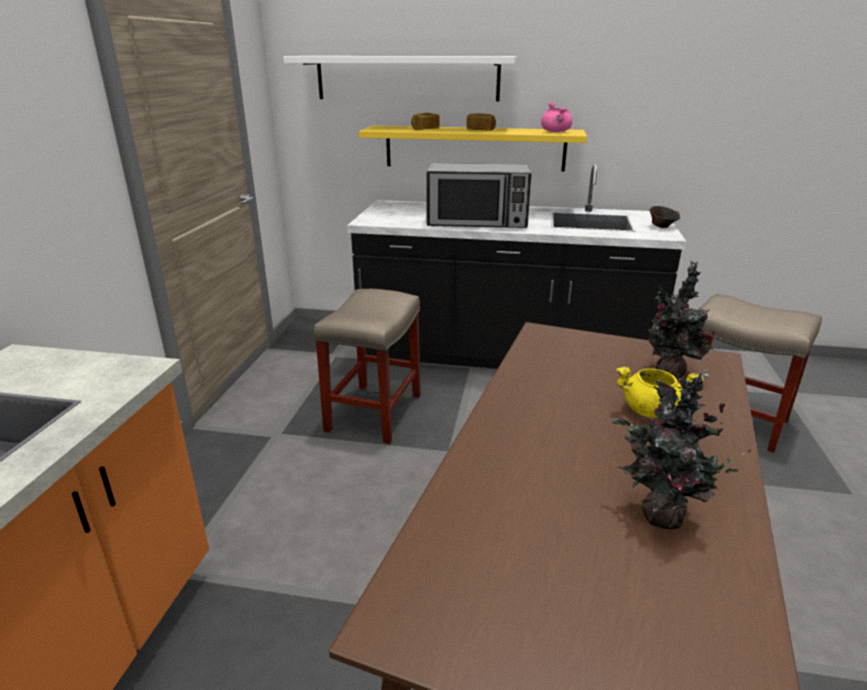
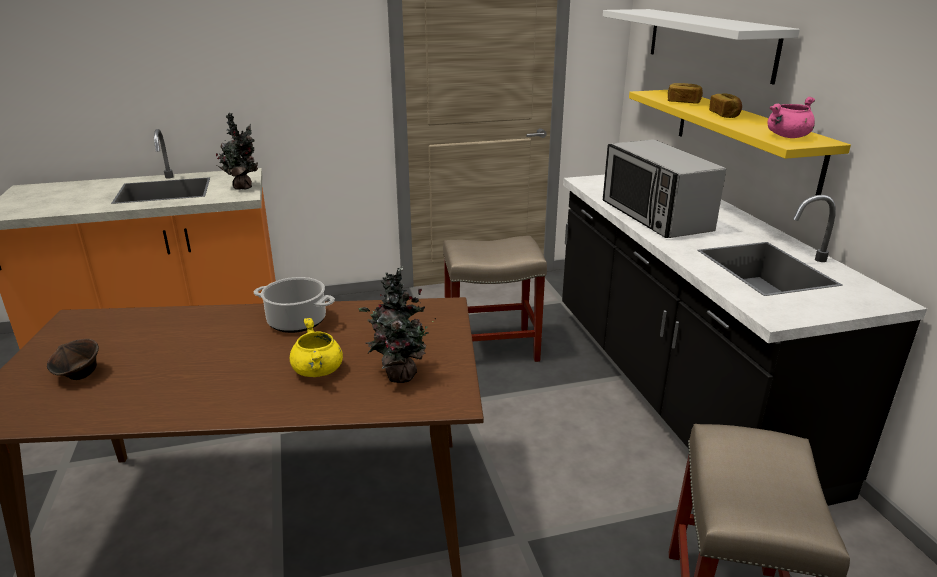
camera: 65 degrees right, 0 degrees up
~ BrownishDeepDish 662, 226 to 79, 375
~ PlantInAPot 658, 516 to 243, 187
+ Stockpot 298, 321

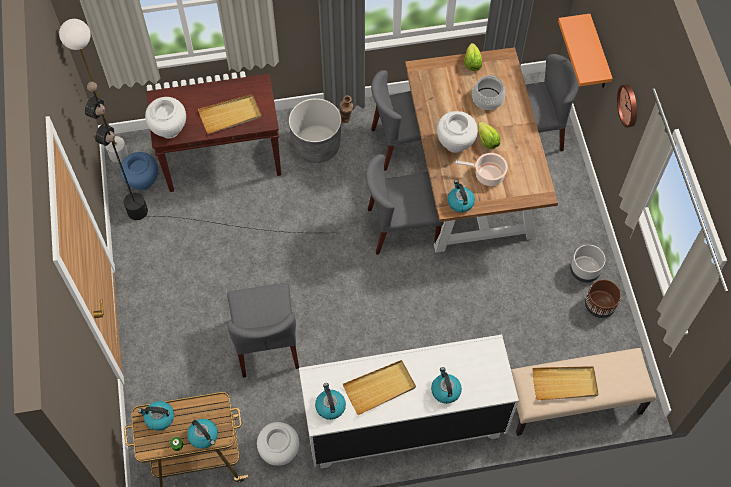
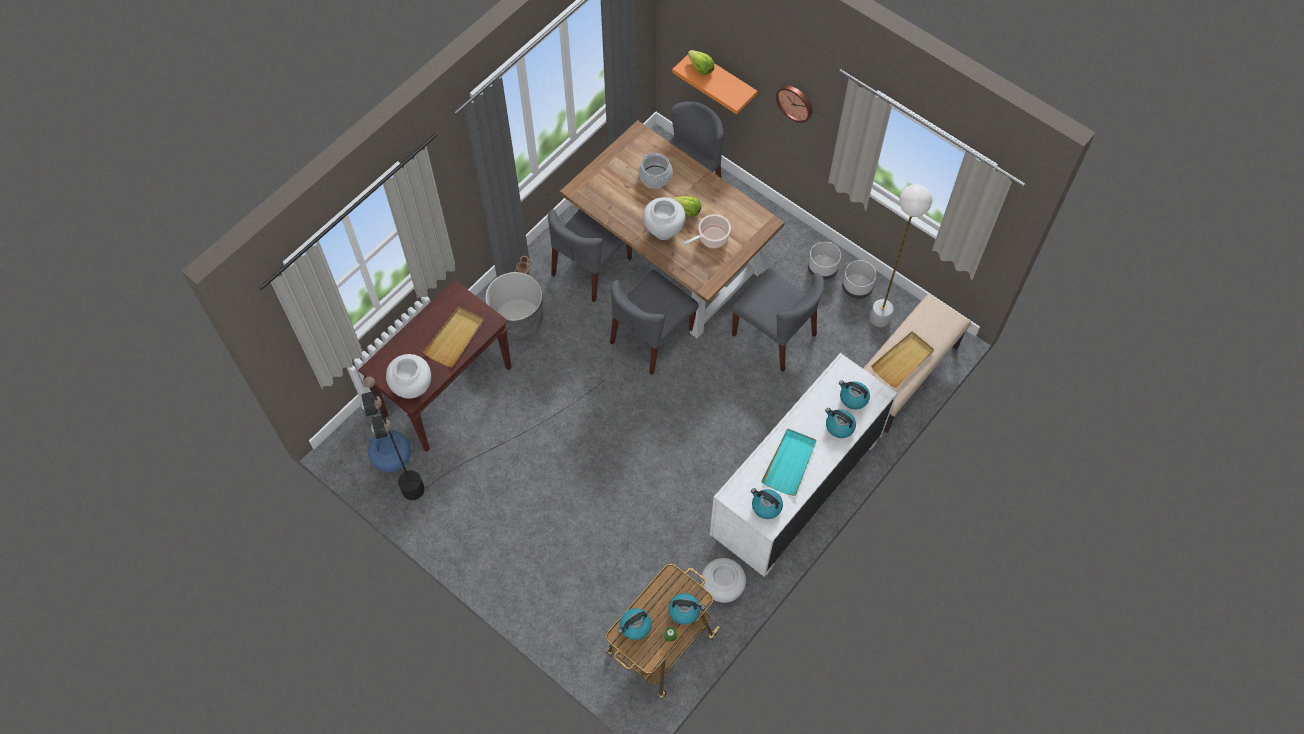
camera: 40 degrees left, 0 degrees up
~ Lettuce 472, 63 to 700, 68
~ GreyUprightChair 266, 343 to 774, 335
~ BeigeServingTray 380, 388 to BlueGreenServingTray 789, 463
~ TeaKettle 460, 202 to 853, 398
~ BrownishPlanter 599, 306 to GreyPlanter 857, 288
~ WhitishStandardLamp 118, 155 to 880, 318

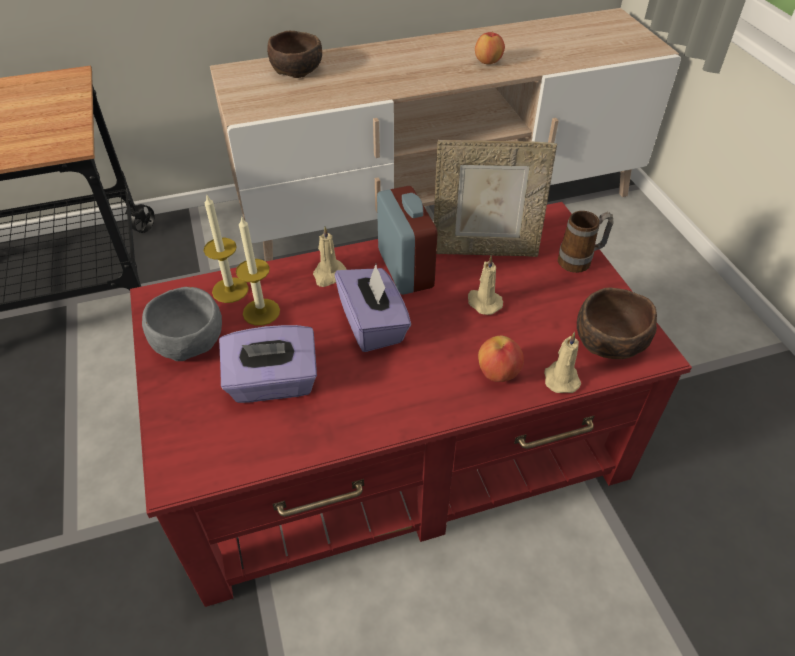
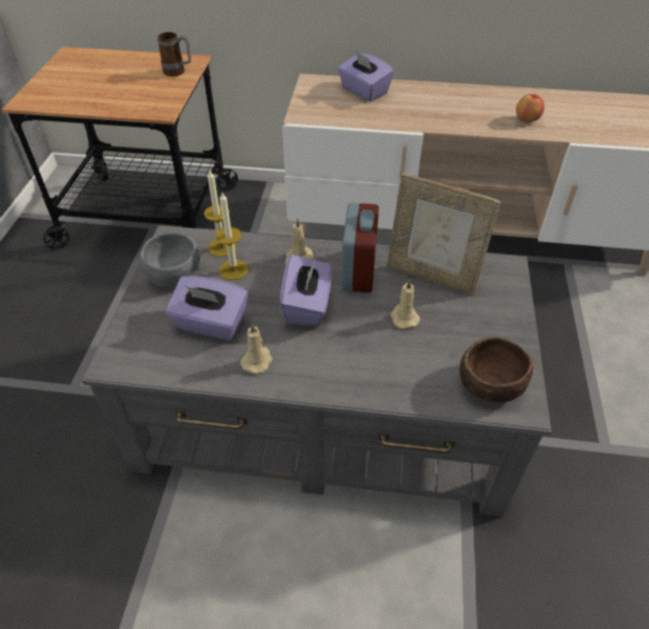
camera: 25 degrees right, 0 degrees up
~ RedLowTable 398, 443 to GreyLowTable 326, 411
~ Mug 580, 261 to 178, 72
~ BeigeCandle 560, 378 to 257, 360
~ BrownishDeepDish 298, 69 to PurpleTissueBox 363, 91
- WholeApple 498, 373

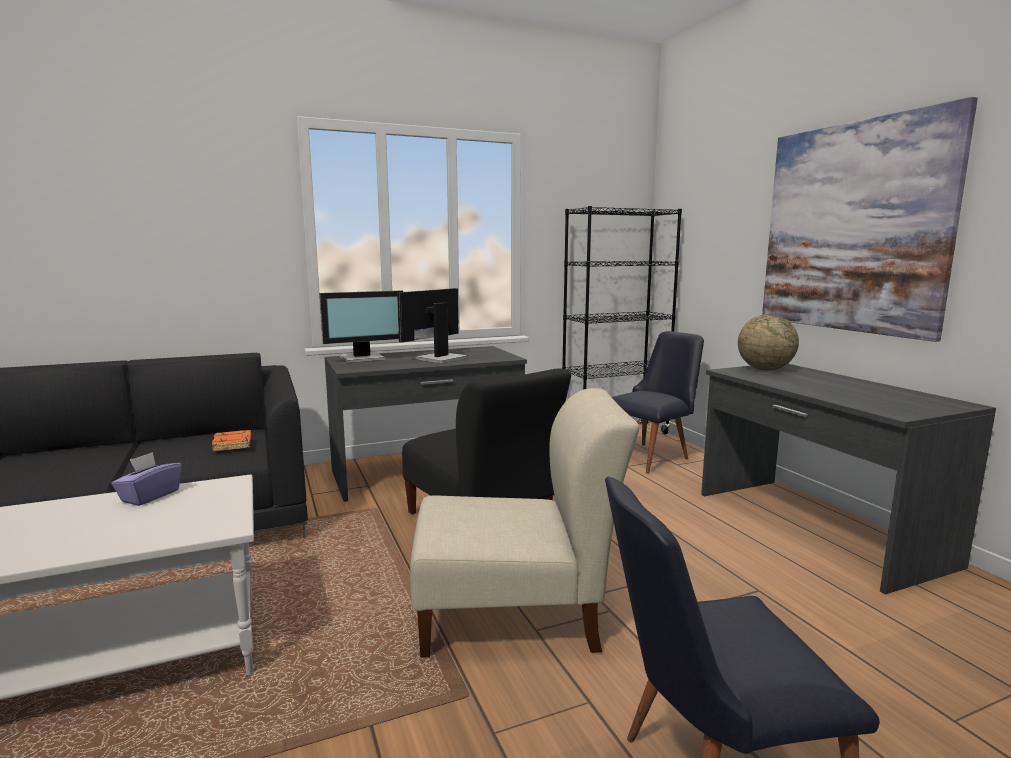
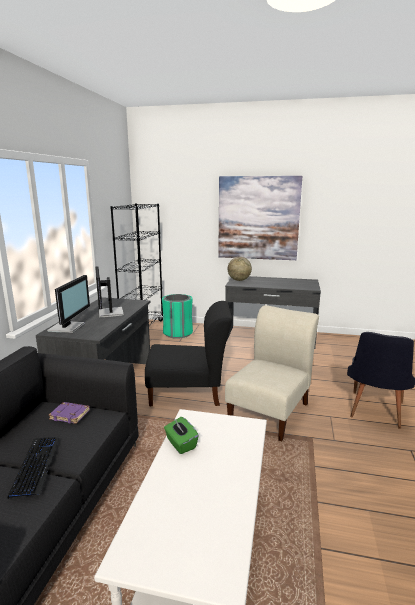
camera: 55 degrees left, 5 degrees up
+ ComputerKeyboard 36, 466
~ OrangeyBoundBook 233, 444 to PurpleBoundBook 70, 414
~ BlackUprightChair 651, 456 to GreenishWasteBin 178, 333
~ PurpleTissueBox 150, 496 to GreenishTissueBox 180, 444

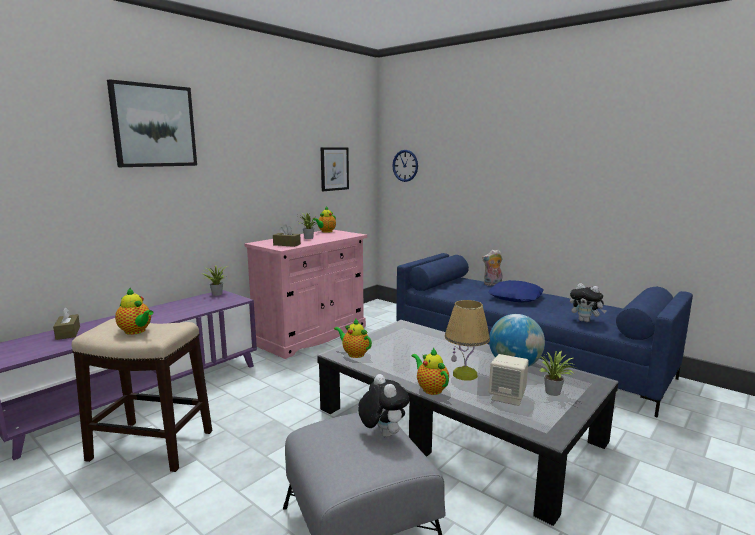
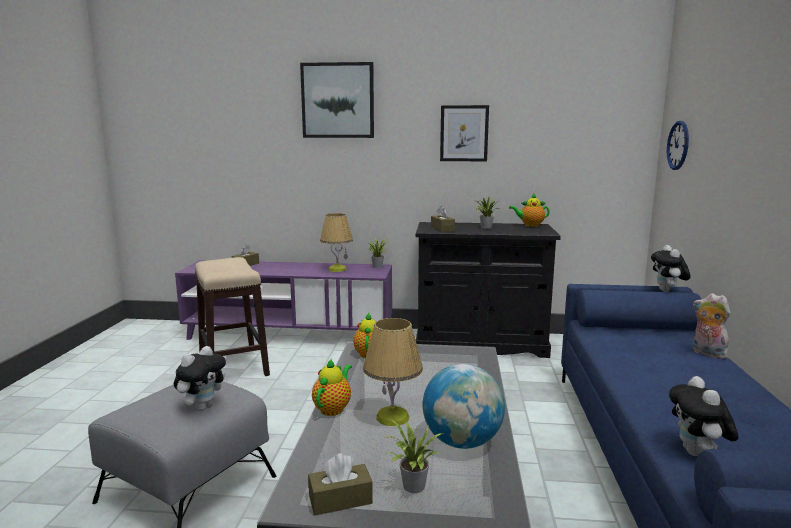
camera: 55 degrees right, 0 degrees up
+ BrownishTissueBox 340, 499
+ LampForATable 337, 269
~ PinkCupboard 311, 335 to BlackCupboard 480, 343
~ WallArt 334, 169 to 464, 133
+ CuddlyToy 667, 291
- Teapot 136, 331
- BluePillow 516, 297
- BeigeSpeaker 507, 397

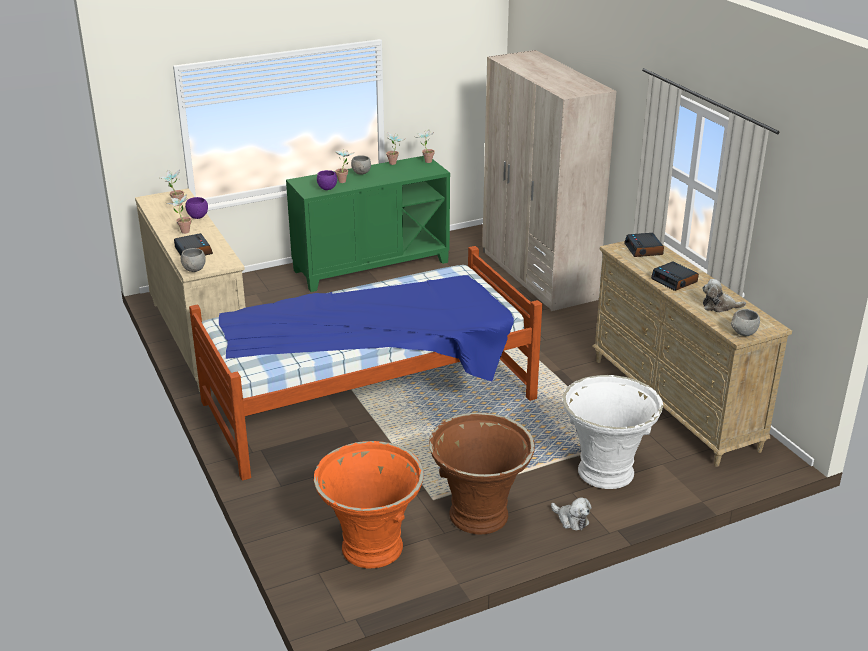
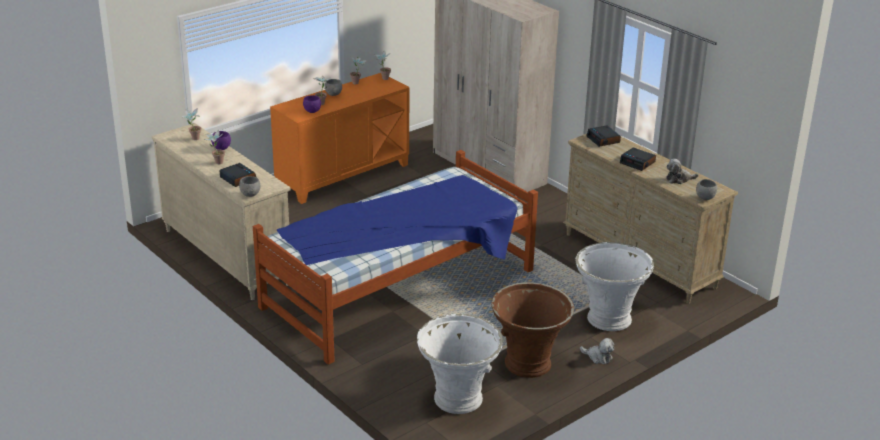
camera: 15 degrees left, 0 degrees up
~ GreenishCupboard 371, 266 to OrangeyCupboard 342, 175
~ OrangeyPlanter 371, 549 to WhitishPlanter 457, 400

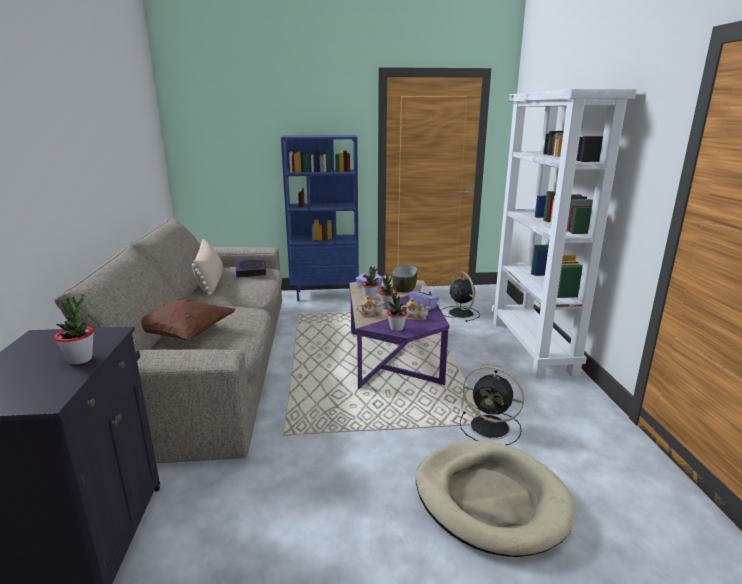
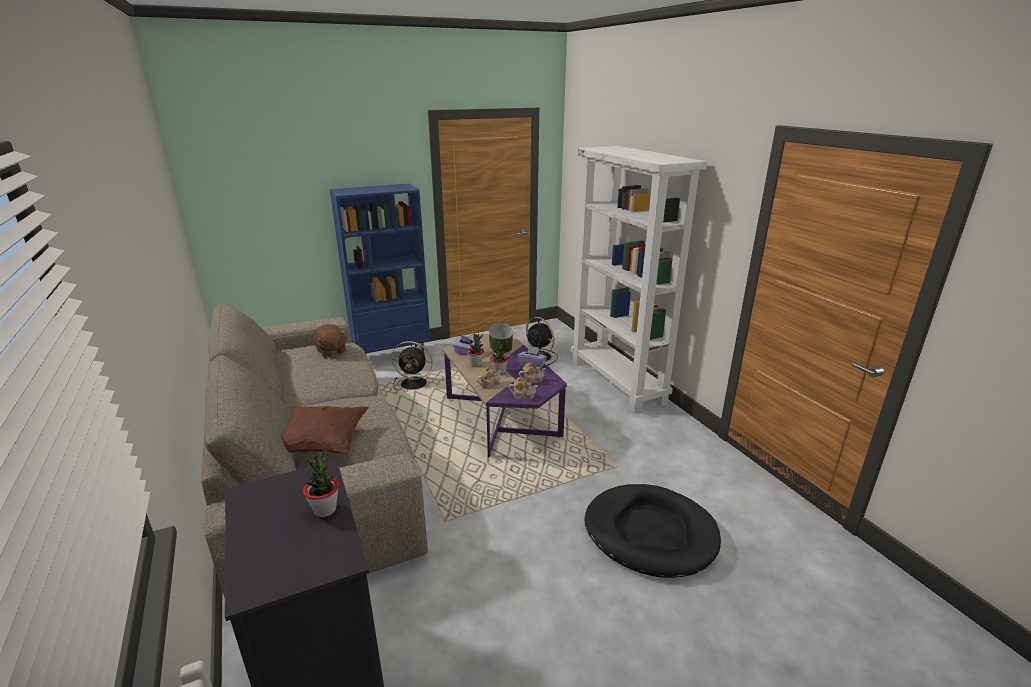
camera: 20 degrees left, 5 degrees up
~ BoundBook 250, 271 to BrownishCuddlyToy 331, 351
~ BlackFan 491, 427 to 415, 384
~ PlantInAPot 396, 328 to Teapot 523, 395
~ BeigeDogCushion 490, 499 to BlackDogCushion 650, 533
- BeigePillow 210, 282

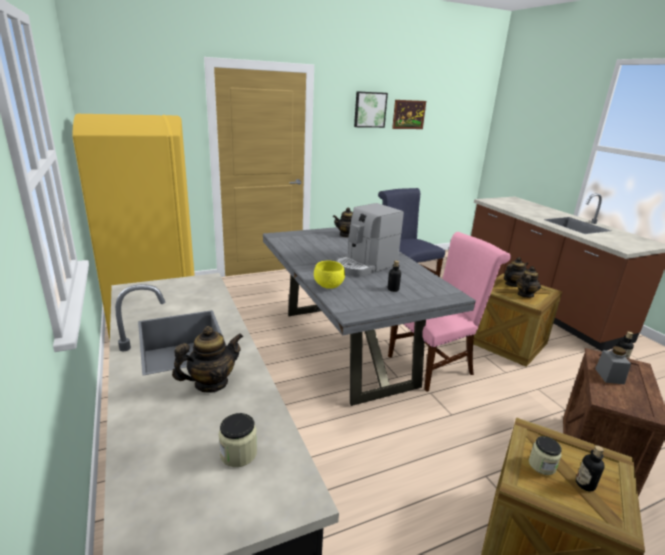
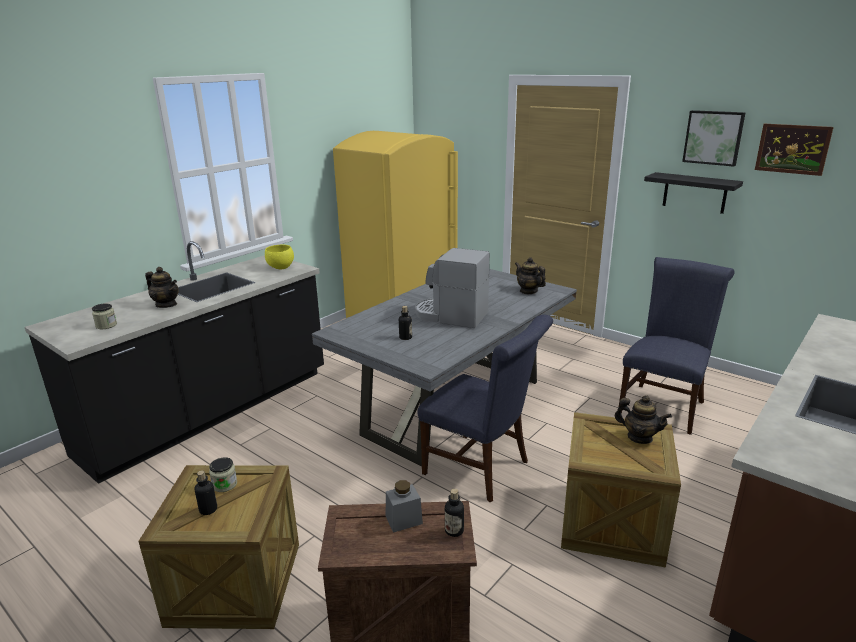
camera: 65 degrees right, 0 degrees up
~ YellowDeepDish 329, 286 to 281, 268
~ PinkUprightChair 434, 364 to BlueUprightChair 482, 469
+ BlackWallShelf 694, 193
- Teapot 525, 295

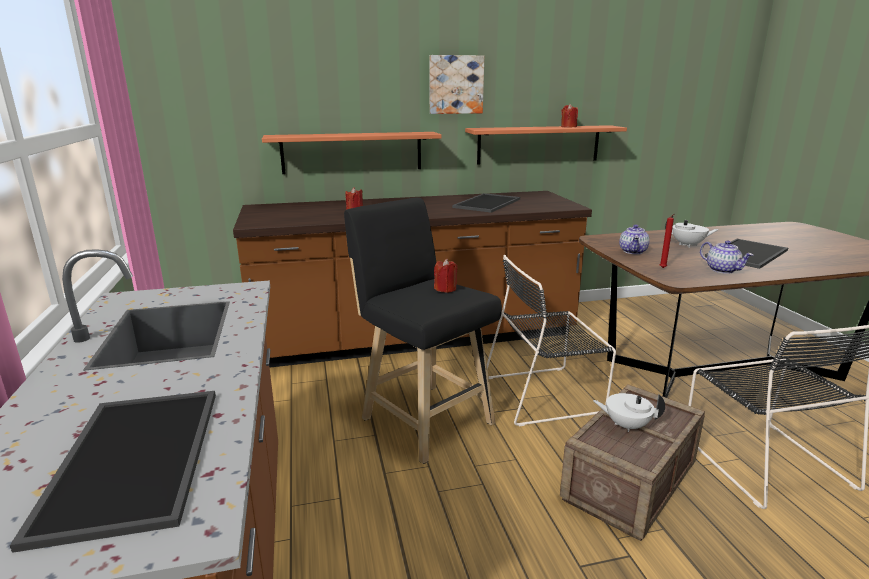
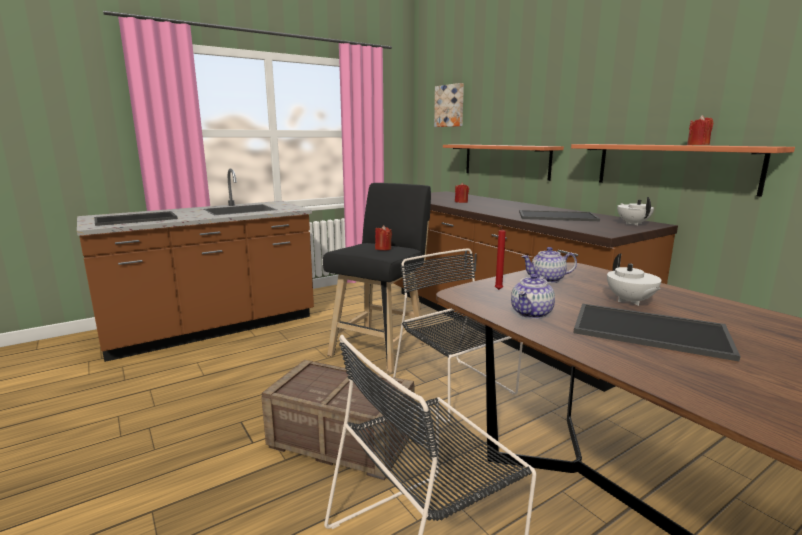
camera: 70 degrees right, 5 degrees down
~ WallArt 455, 84 to 450, 106
~ WhitishTeapot 626, 425 to 633, 223

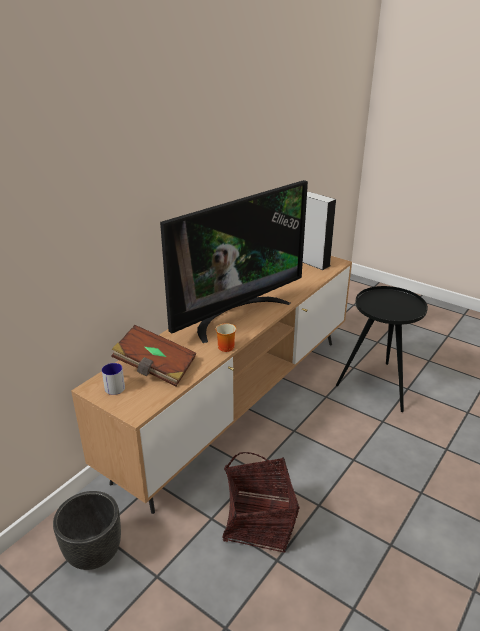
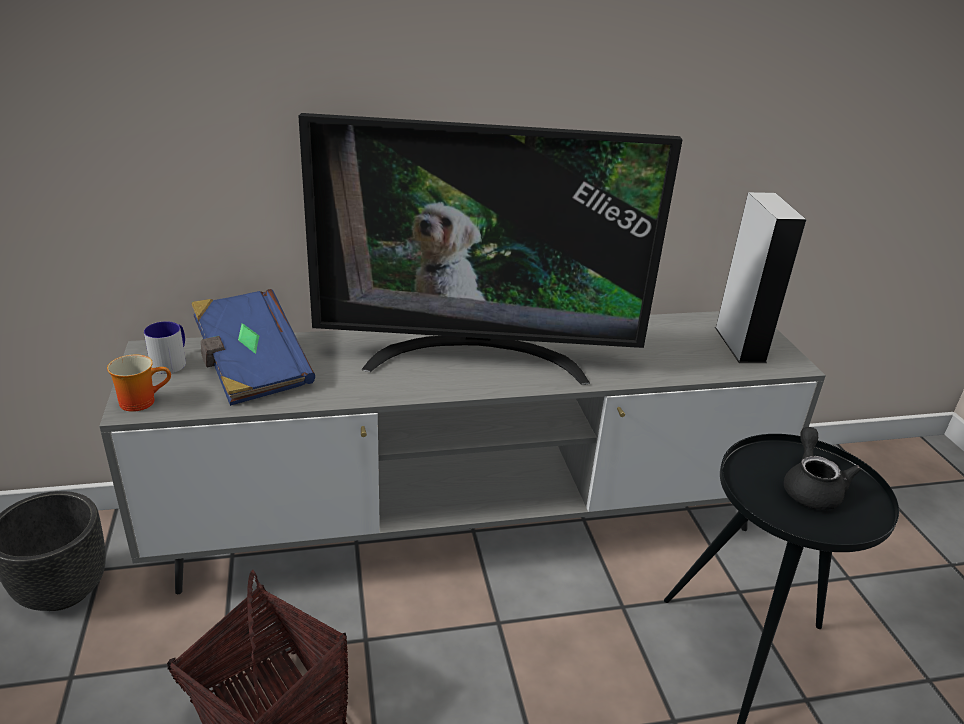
camera: 40 degrees right, 0 degrees up
~ BrownishTvStand 238, 404 to GreyTvStand 470, 527
~ Mug 226, 346 to 142, 400
~ BrownishBoundBook 155, 368 to BlueBoundBook 252, 368
+ BlackTeapot 811, 488

